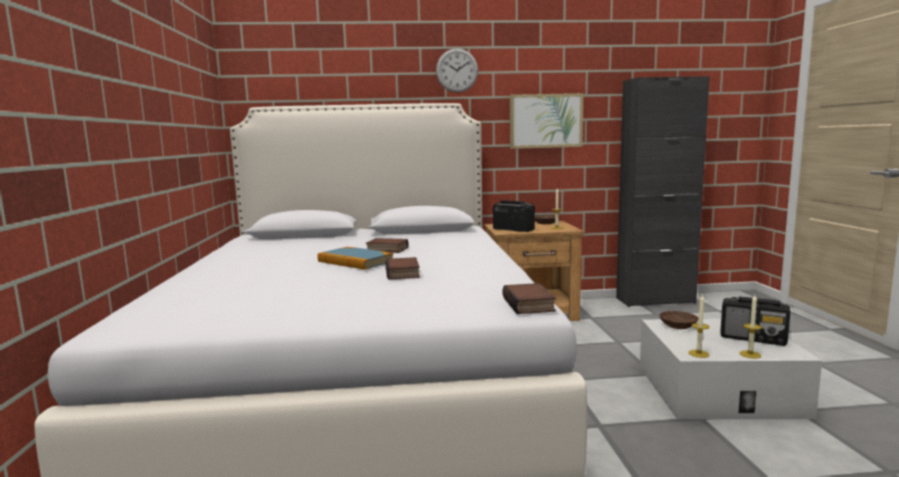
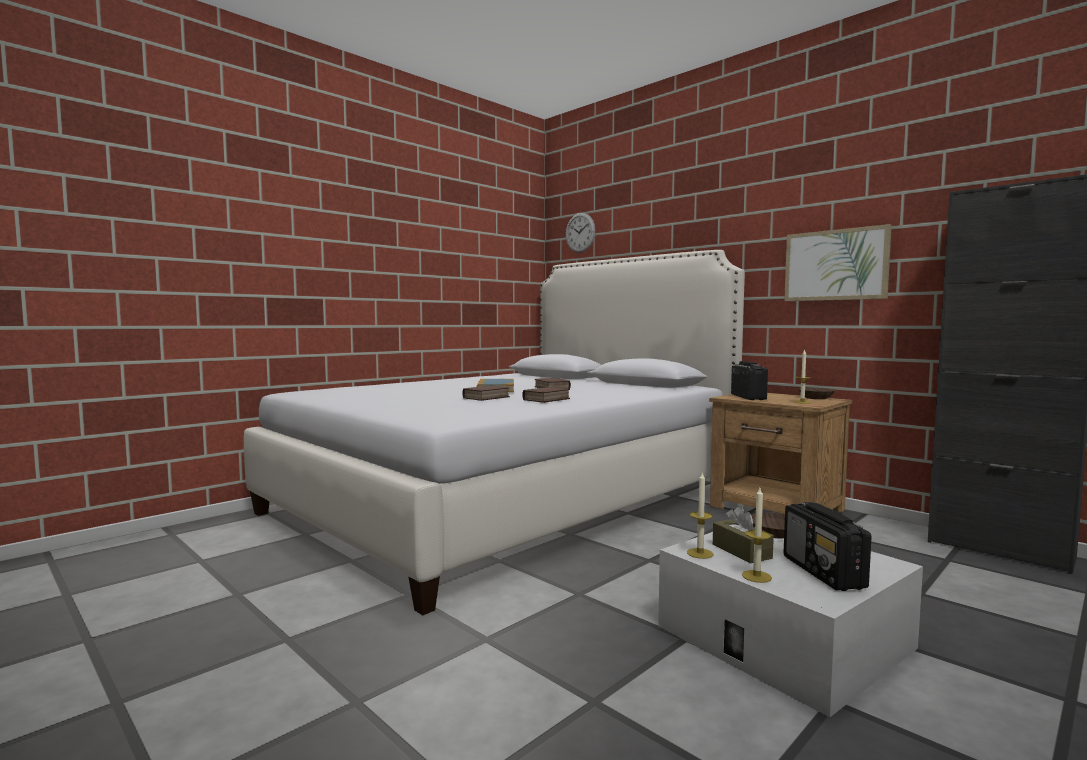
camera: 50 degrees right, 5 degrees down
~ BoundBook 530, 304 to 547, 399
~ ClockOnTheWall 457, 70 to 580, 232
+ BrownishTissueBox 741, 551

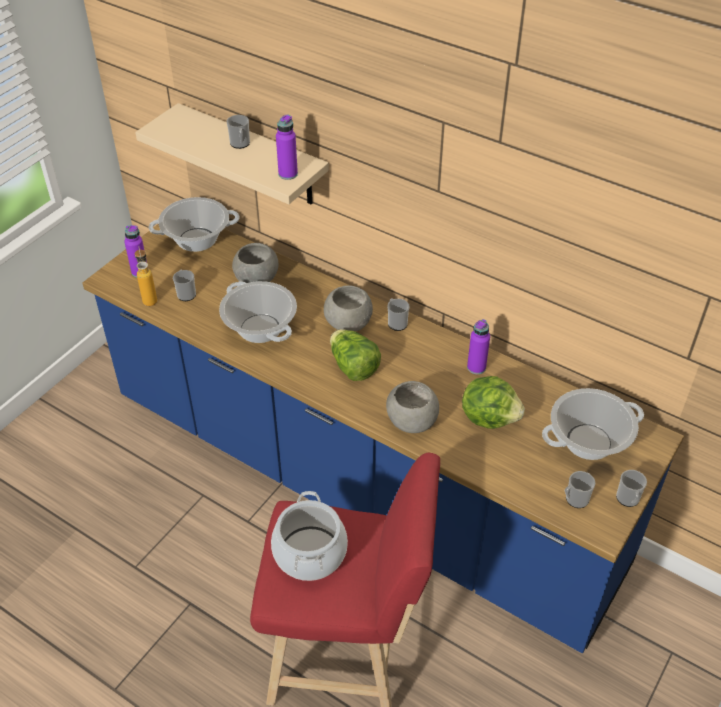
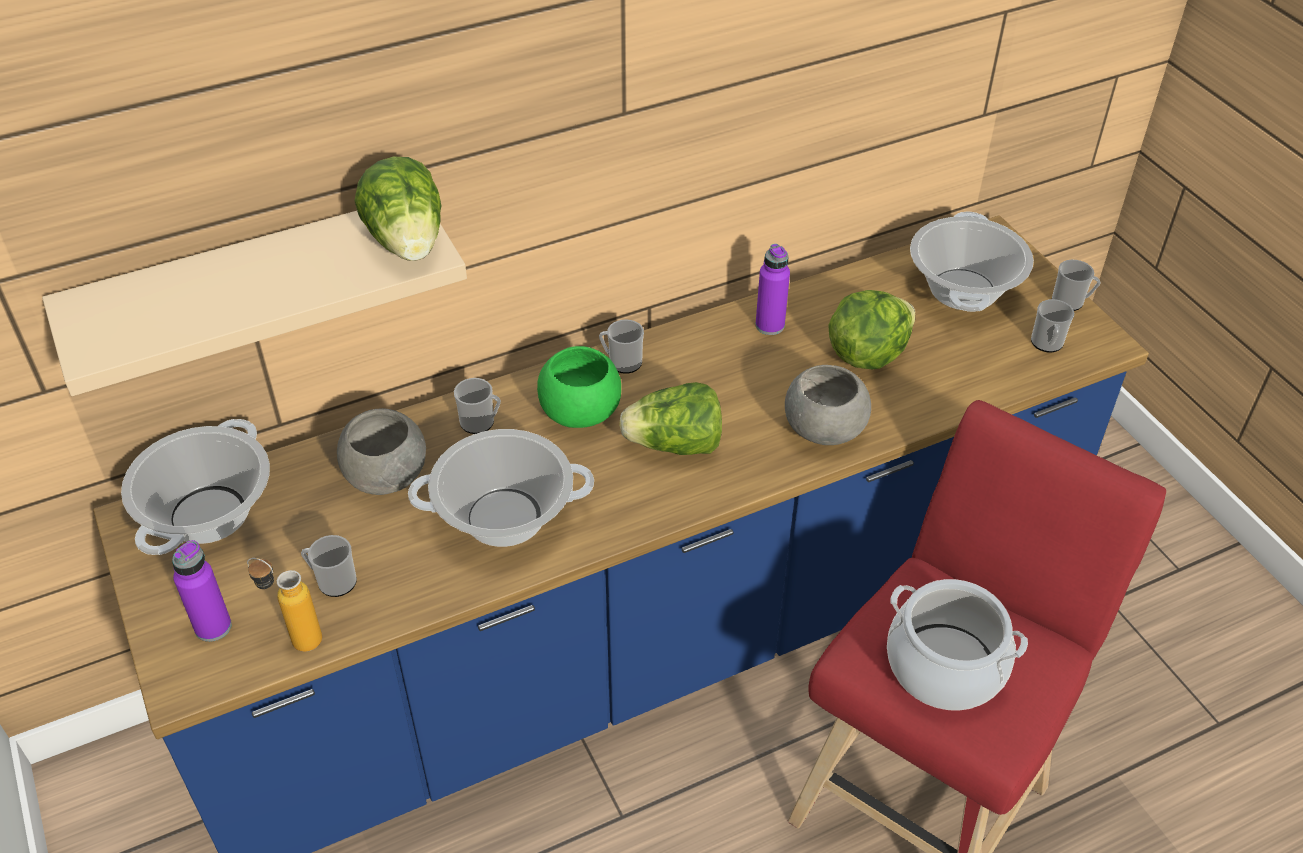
camera: 60 degrees left, 0 degrees up
~ PurpleBottle 288, 174 to Lettuce 408, 243
~ Mug 240, 144 to 481, 422
~ GreyDeepDish 348, 323 to GreenishDeepDish 579, 412

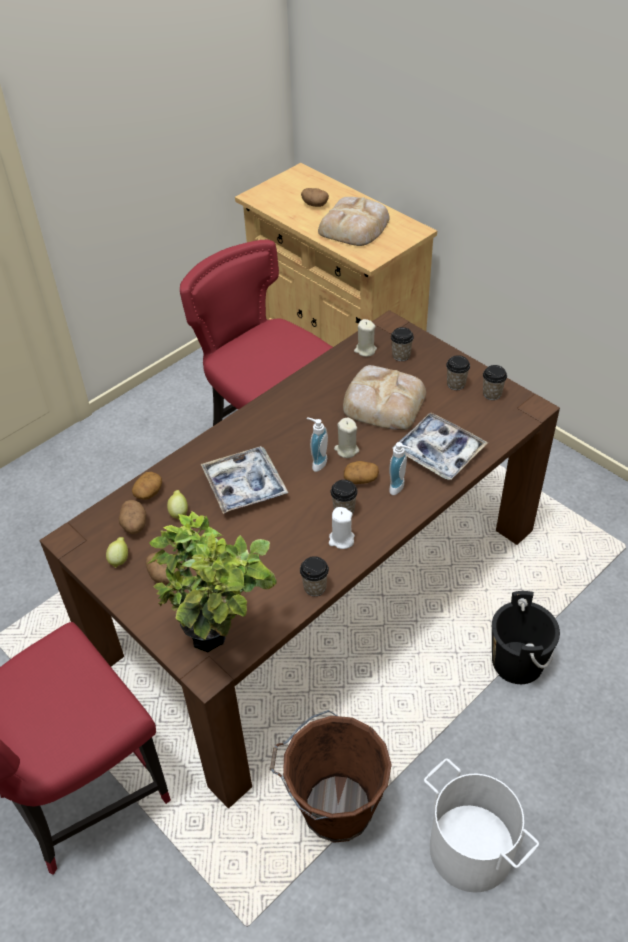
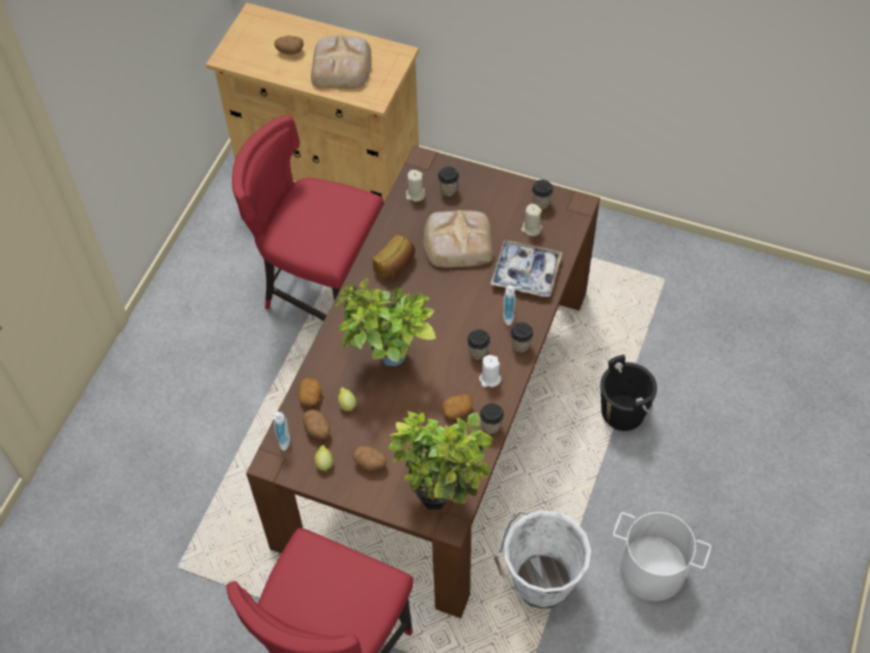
camera: 25 degrees left, 10 degrees up
~ SoapDispenser 317, 462 to 281, 440
~ ServingTray 244, 485 to PlantInAPot 386, 360
+ BakeryBread 395, 265
~ Potato 361, 479 to 457, 410
~ BrownishWaterBucket 334, 807 to WhitishWaterBucket 540, 582
~ Cup 456, 384 to 520, 345
~ BeigeCandle 346, 450 to 531, 228

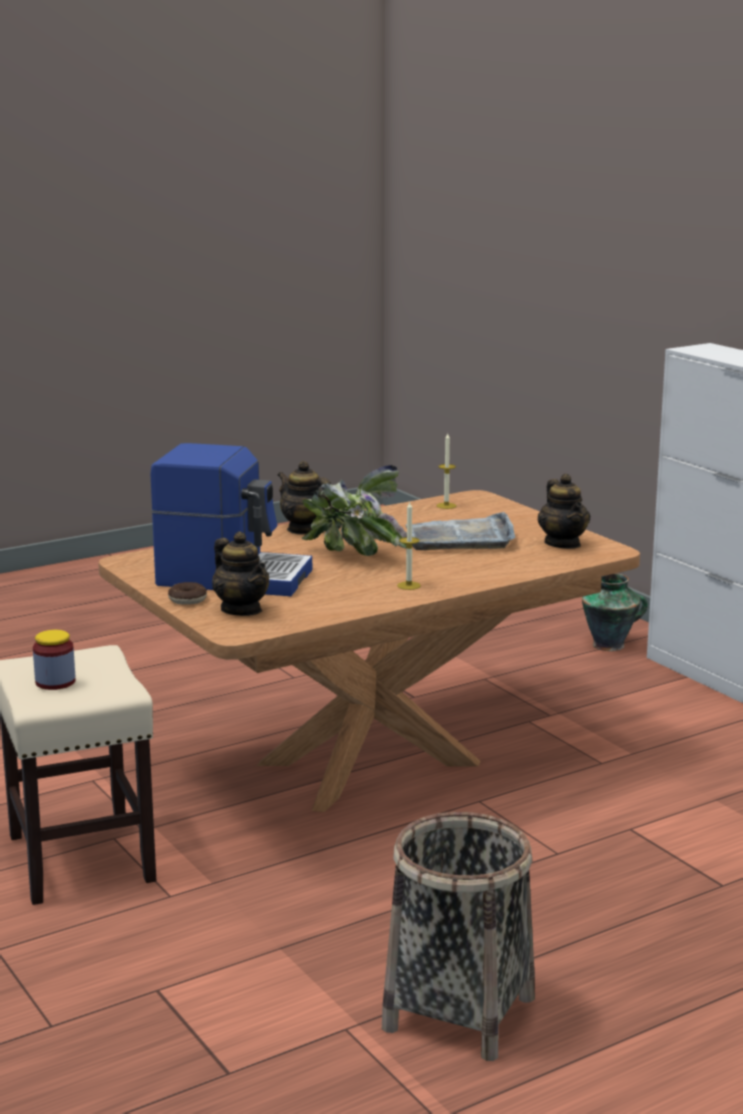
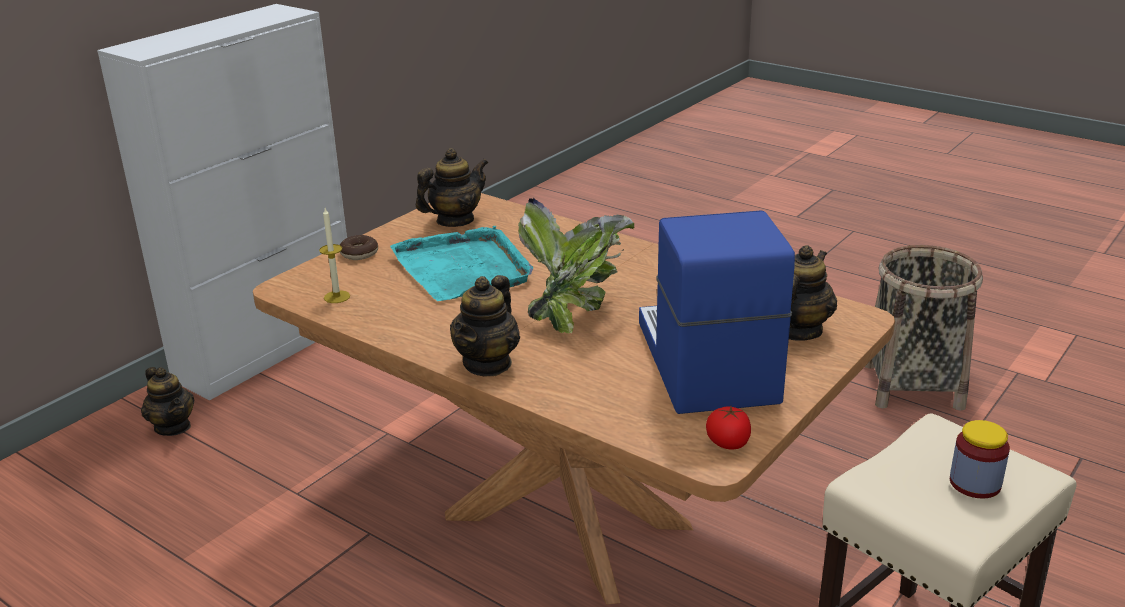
camera: 110 degrees left, 10 degrees up
~ DecorativeVase 610, 645 to Teapot 173, 427
~ Doughnut 187, 600 to 359, 253
~ GreyServingTray 460, 537 to BlueGreenServingTray 464, 268
+ Tomato 728, 443
- Candle 408, 585

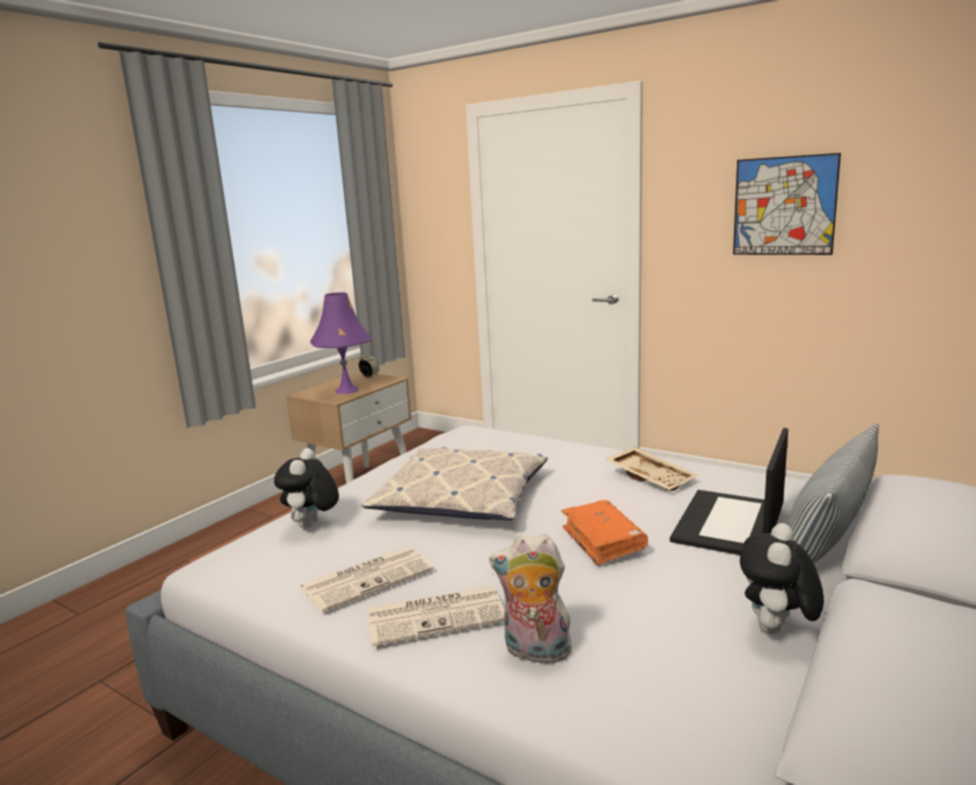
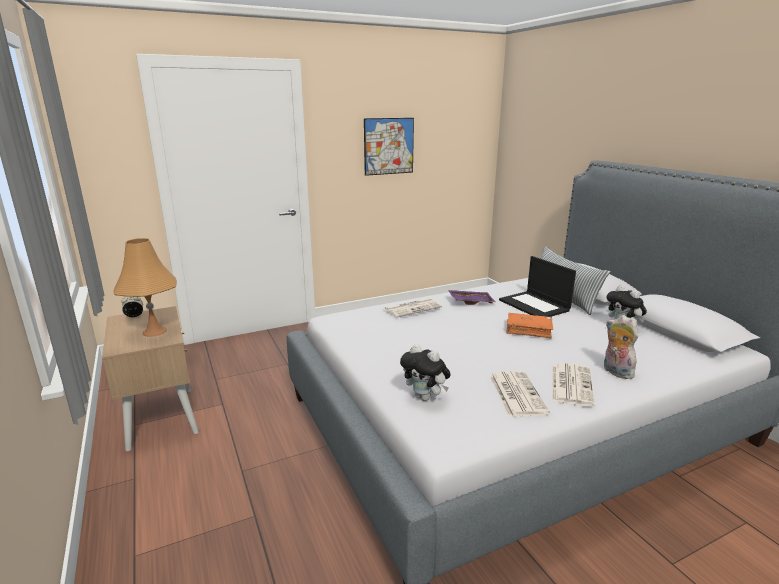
camera: 60 degrees left, 5 degrees up
~ PurpleLampForATable 346, 390 to OrangeyLampForATable 154, 331
+ PrintedPaper 412, 308
~ BeigeServingTray 651, 477 to PurpleServingTray 470, 301
~ CuddlyToy 535, 652 = 615, 372 105 degrees clockwise
- Pillow 462, 498

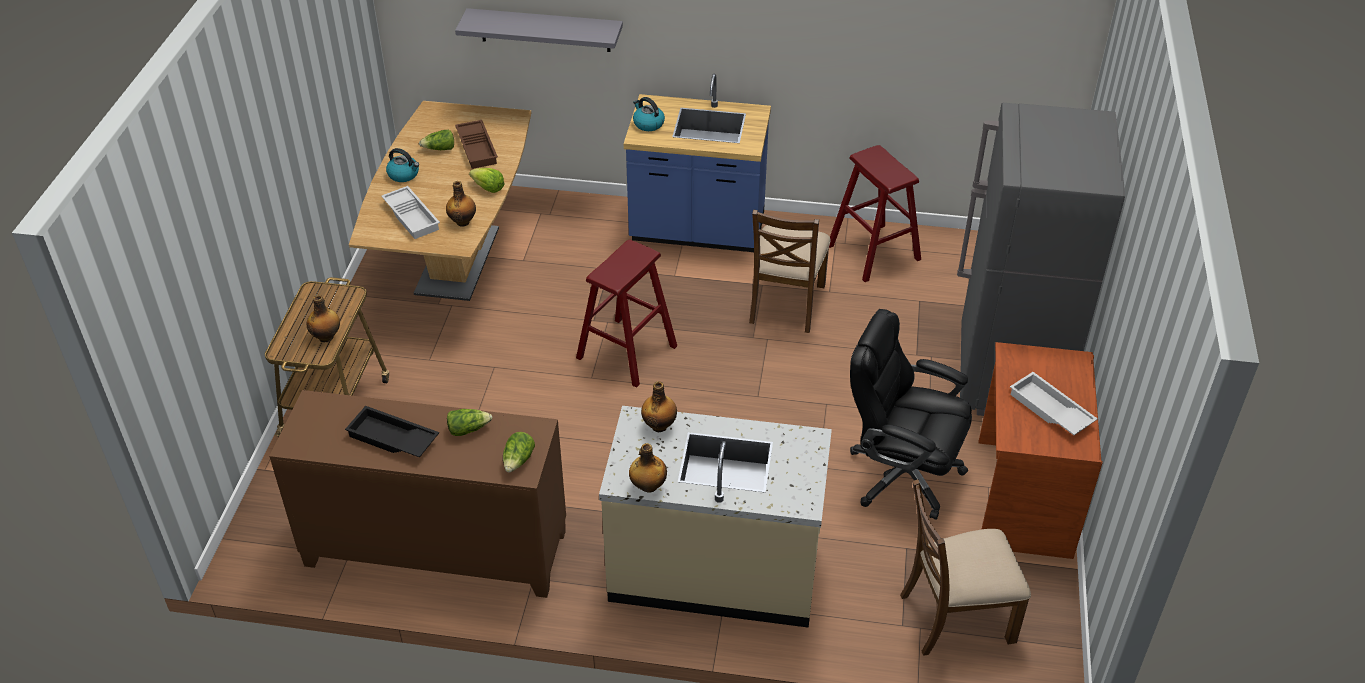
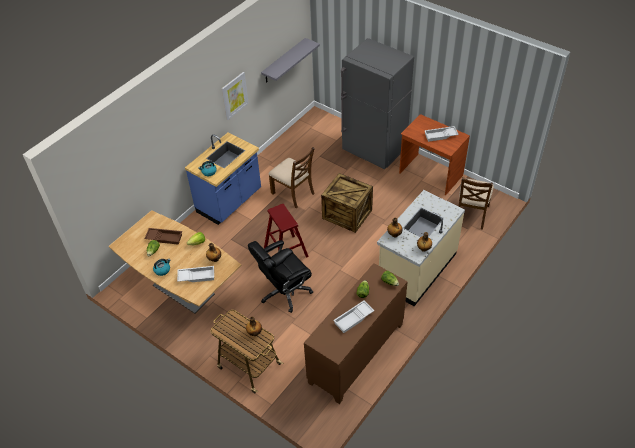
camera: 60 degrees left, 5 degrees up
+ WallArt 234, 95
~ BlackDeskChair 901, 474 to 284, 292
~ GreyWallShelf 545, 30 to 284, 61
+ Crate 347, 214
~ BlackServingTray 392, 439 to WhitishServingTray 354, 319
- RedStool 873, 252

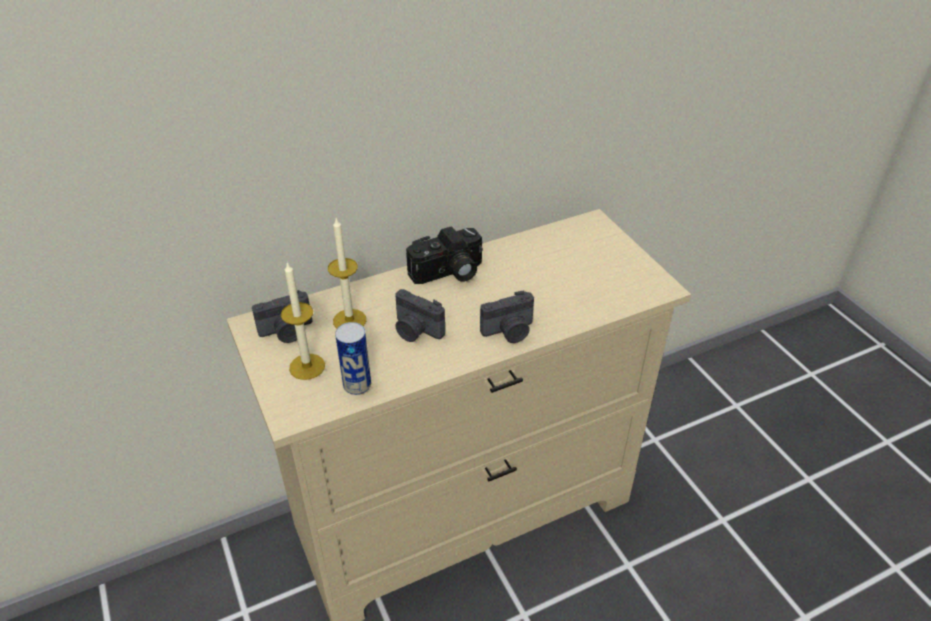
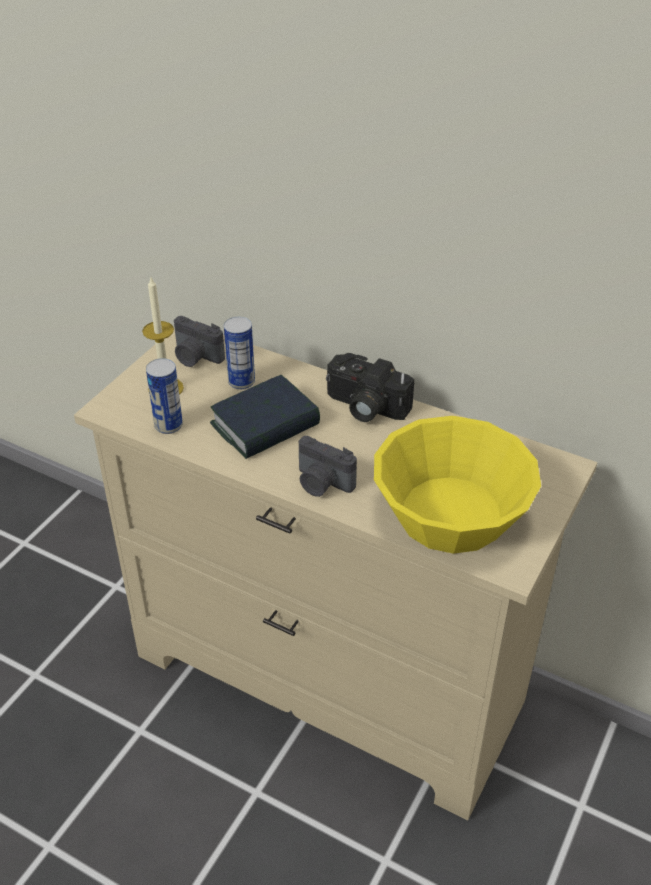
camera: 55 degrees right, 0 degrees up
~ PhotoCamera 416, 331 to BoundBook 265, 425
~ Candle 349, 320 to MetalCan 241, 382
+ YellowDeepDish 451, 512

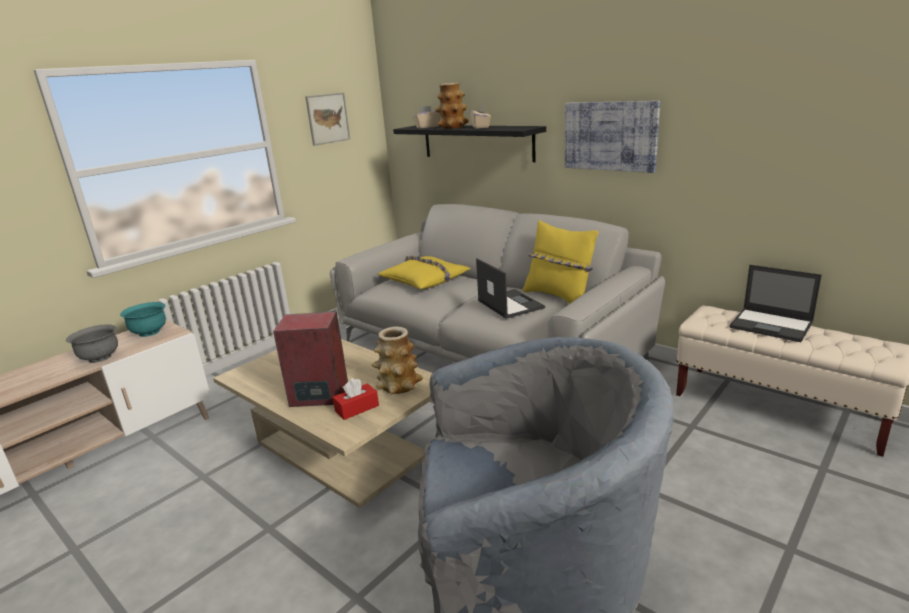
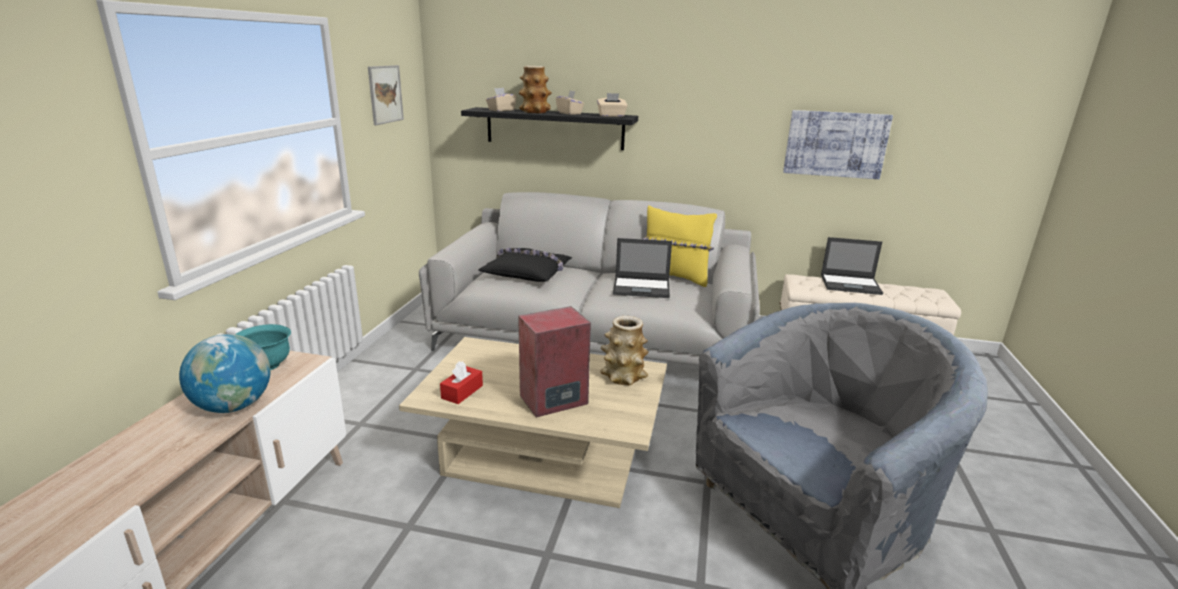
camera: 30 degrees left, 0 degrees up
~ GreyDeepDish 100, 358 to DeskGlobe 234, 406
~ RedTissueBox 357, 408 to 462, 392
~ YellowPillow 425, 280 to BlackPillow 528, 272
+ BeigeTissueBox 611, 116
~ PortableComputer 509, 304 = 642, 288 150 degrees clockwise
~ WallArt 610, 136 to 835, 144

